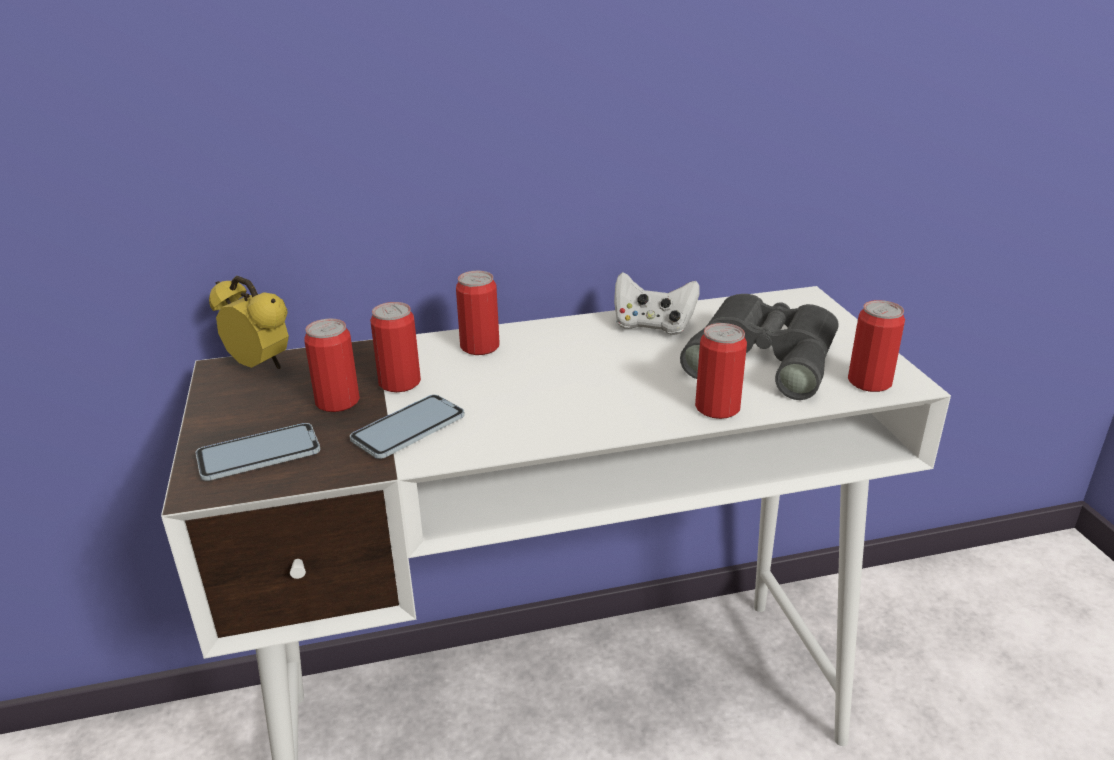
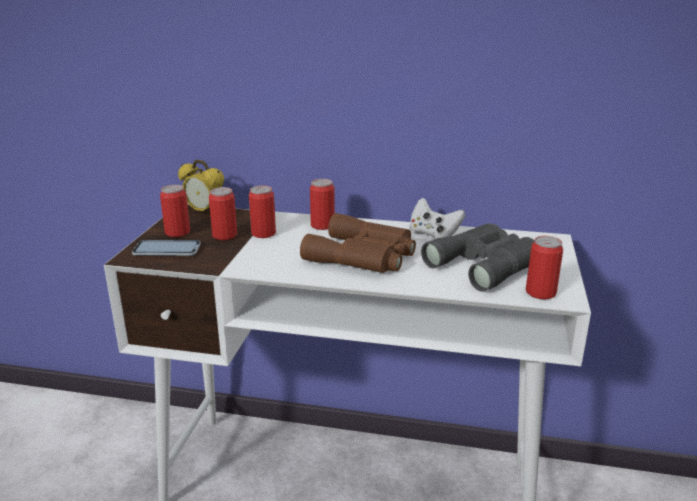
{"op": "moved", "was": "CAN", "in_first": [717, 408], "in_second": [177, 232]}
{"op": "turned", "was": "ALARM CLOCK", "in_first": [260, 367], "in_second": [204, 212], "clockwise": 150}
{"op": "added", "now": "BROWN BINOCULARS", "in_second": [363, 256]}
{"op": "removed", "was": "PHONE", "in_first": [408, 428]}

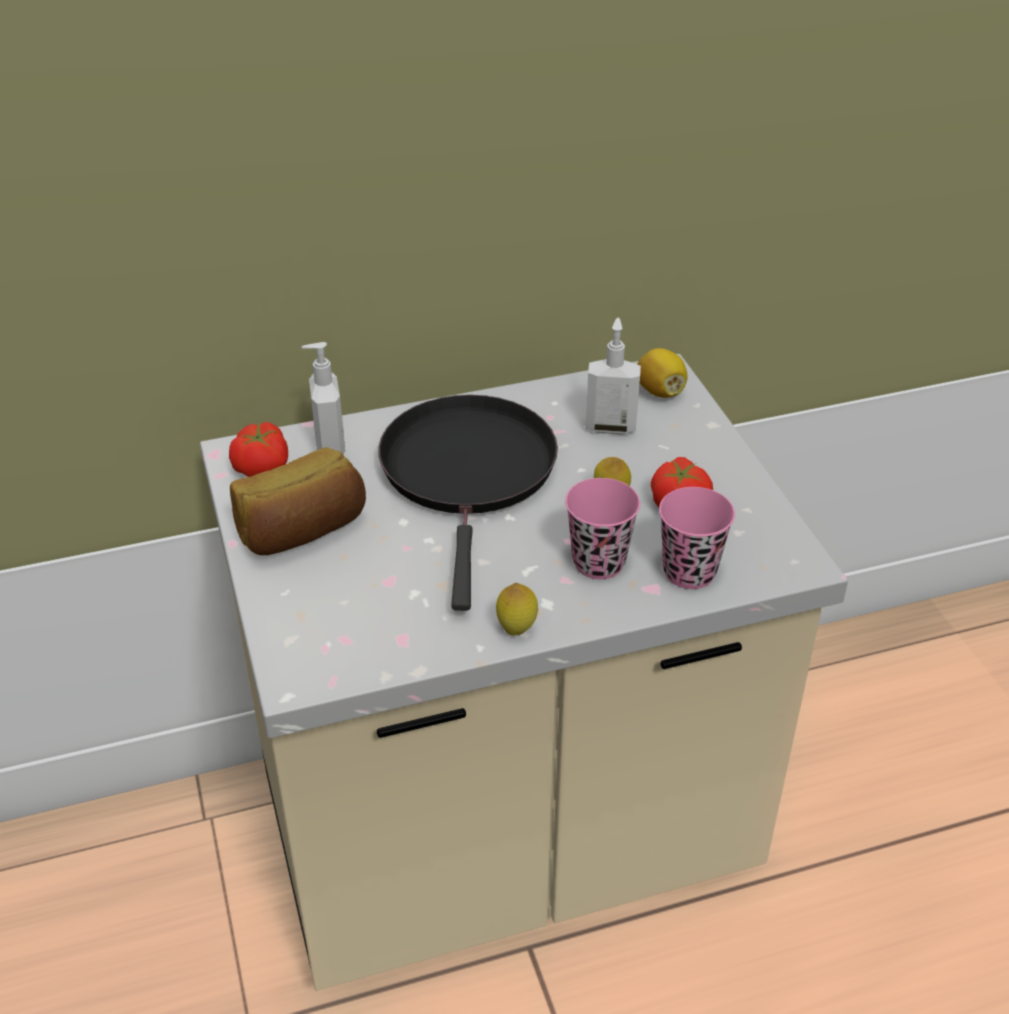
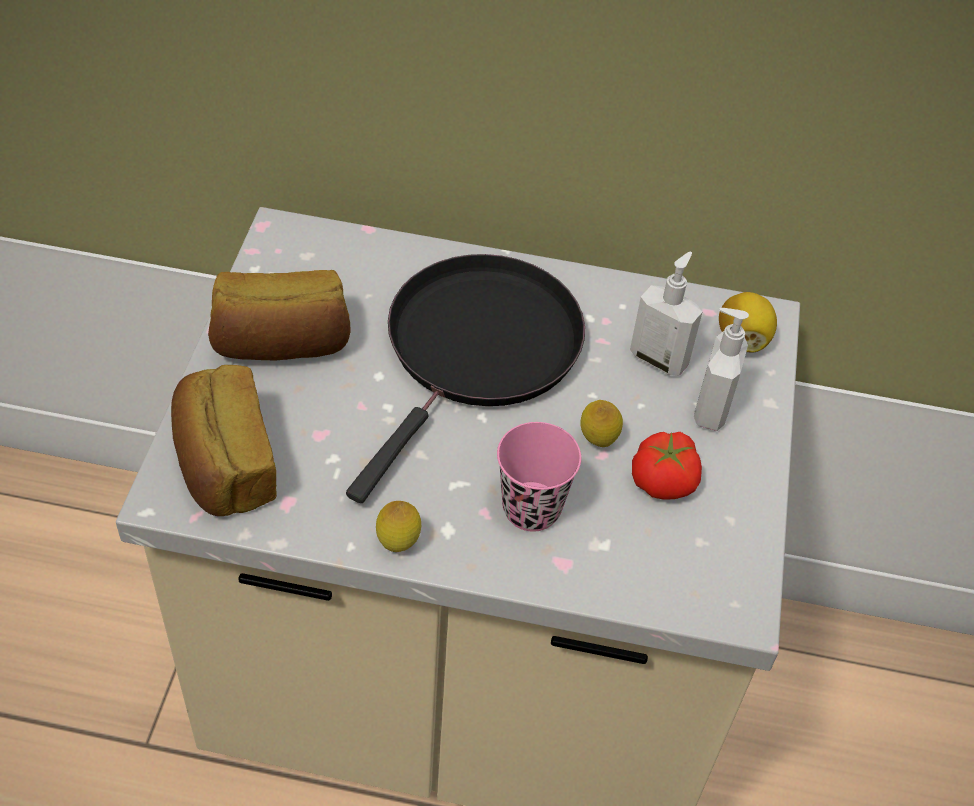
{"op": "added", "now": "BREAD", "in_second": [224, 464]}
{"op": "moved", "was": "SOAP DISPENSER", "in_first": [328, 446], "in_second": [710, 409]}
{"op": "removed", "was": "TOMATO", "in_first": [263, 467]}
{"op": "removed", "was": "PINK CUP", "in_first": [689, 572]}

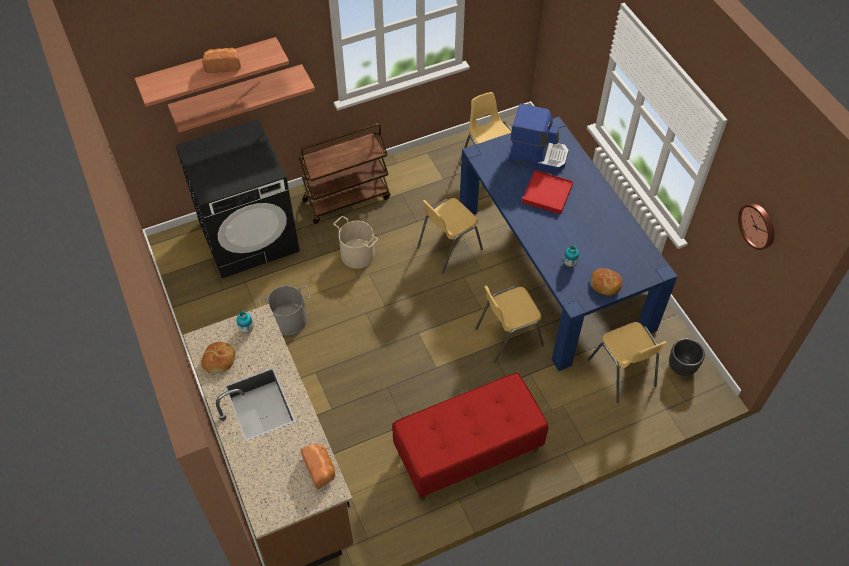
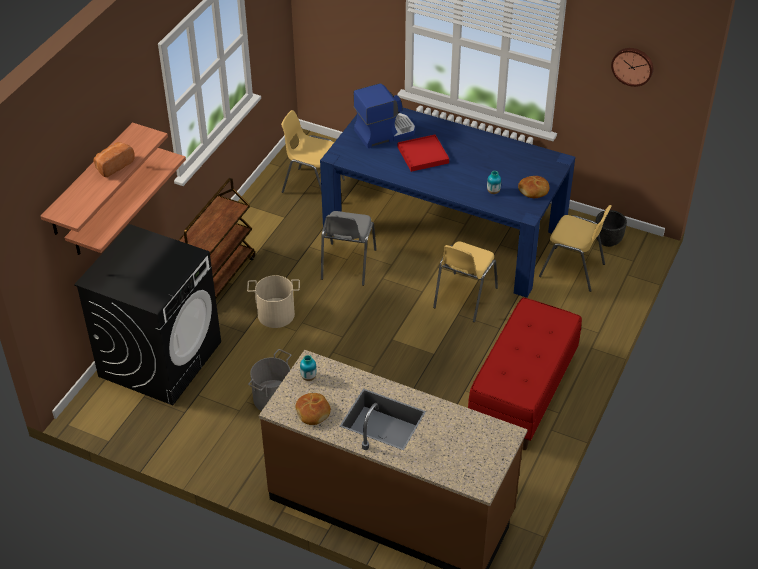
{"op": "recoloured", "was": "YELLOW CHAIR", "now": "GREY CHAIR", "in_first": [448, 248], "in_second": [347, 265]}
{"op": "removed", "was": "BREAD", "in_first": [320, 469]}

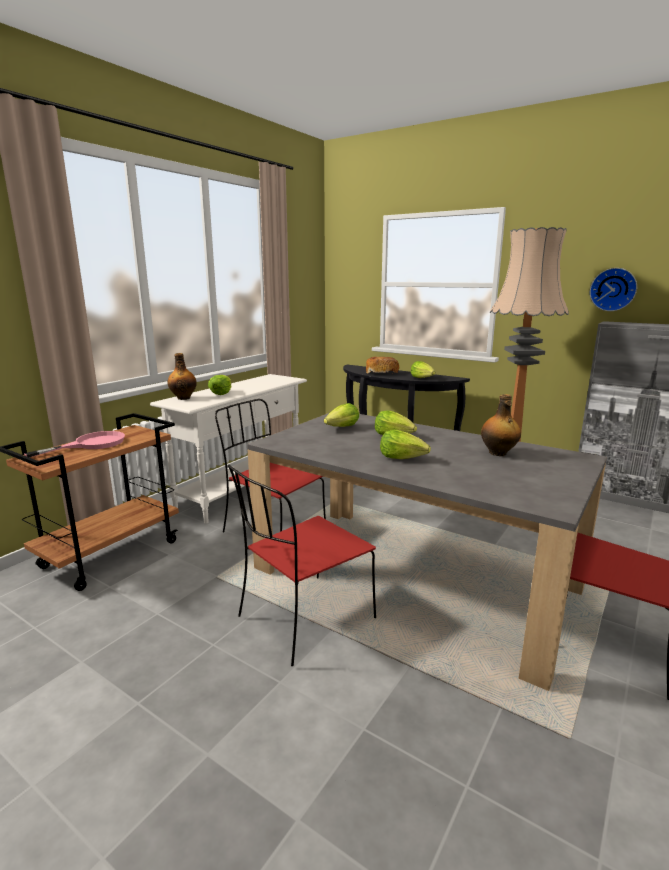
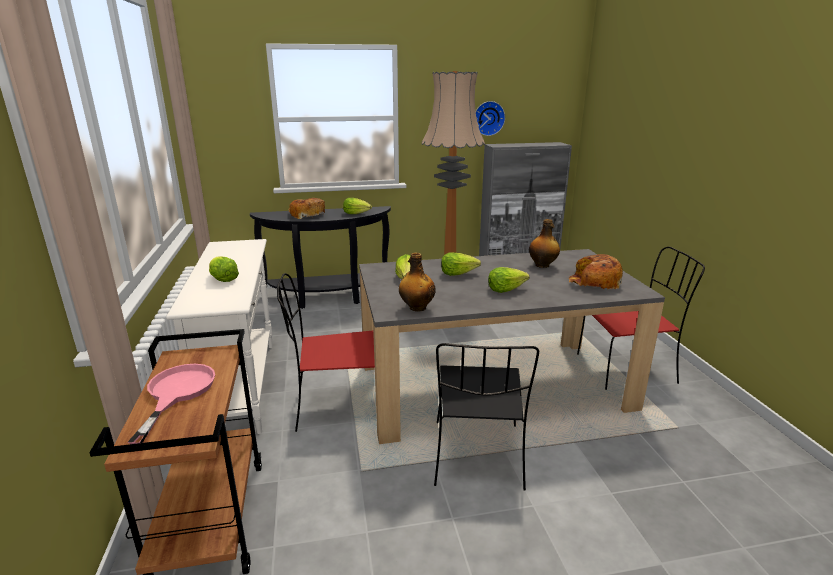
{"op": "moved", "was": "BOTTLE", "in_first": [183, 398], "in_second": [417, 308]}
{"op": "recoloured", "was": "RED CHAIR", "now": "BLACK CHAIR", "in_first": [304, 619], "in_second": [477, 456]}
{"op": "added", "now": "BREAD", "in_second": [593, 281]}

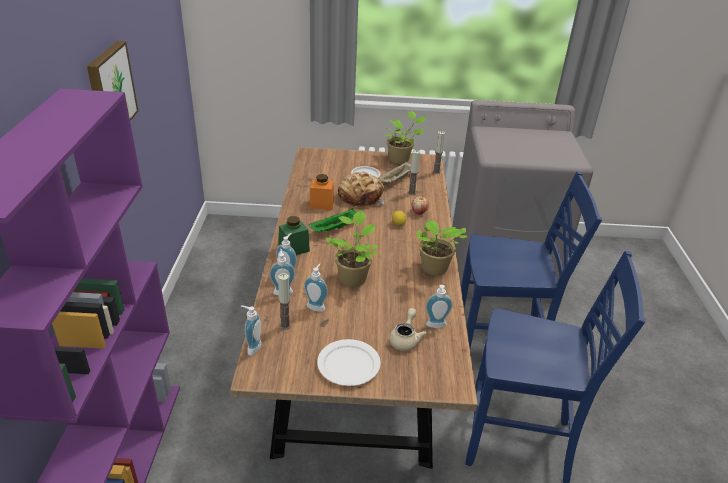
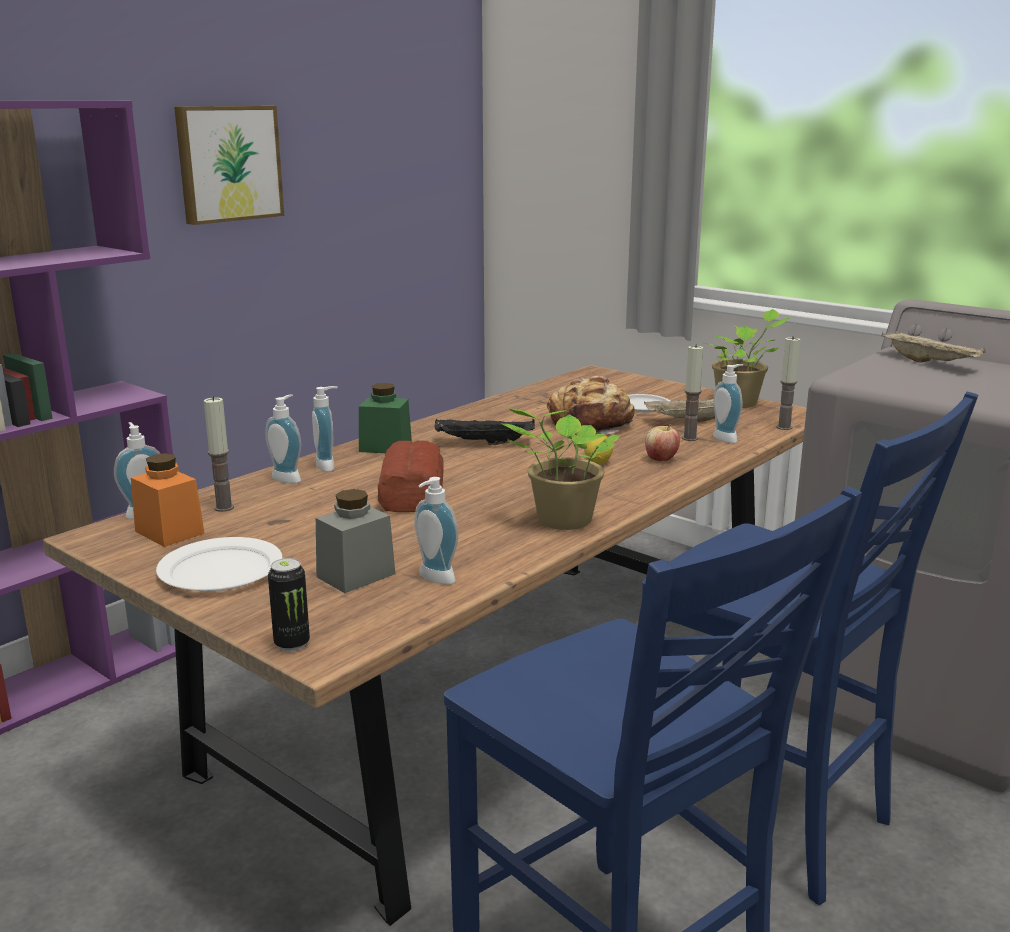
{"op": "moved", "was": "ORANGE JAR", "in_first": [321, 204], "in_second": [169, 532]}
{"op": "added", "now": "CAN", "in_second": [292, 644]}
{"op": "replaced", "was": "BEIGE TEAPOT", "now": "GREY JAR", "in_first": [406, 339], "in_second": [356, 575]}
{"op": "replaced", "was": "POTTED PLANT", "now": "BREAD", "in_first": [353, 277], "in_second": [411, 493]}
{"op": "recoloured", "was": "GREEN TRAY", "now": "BLACK TRAY", "in_first": [334, 229], "in_second": [483, 443]}
{"op": "moved", "was": "SOAP DISPENSER", "in_first": [316, 306], "in_second": [727, 438]}
{"op": "added", "now": "BEIGE TRAY", "in_second": [931, 363]}

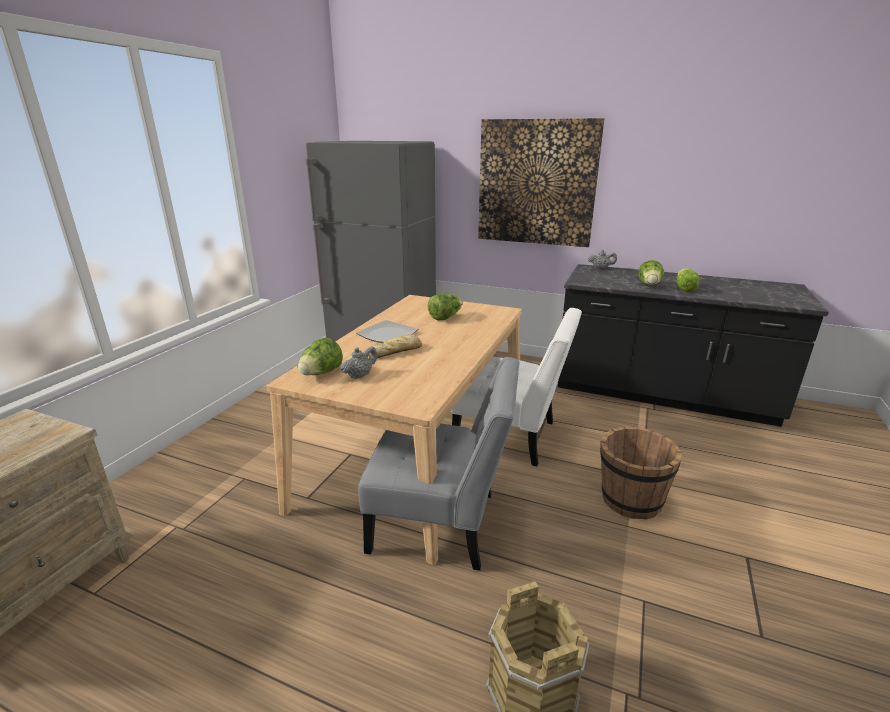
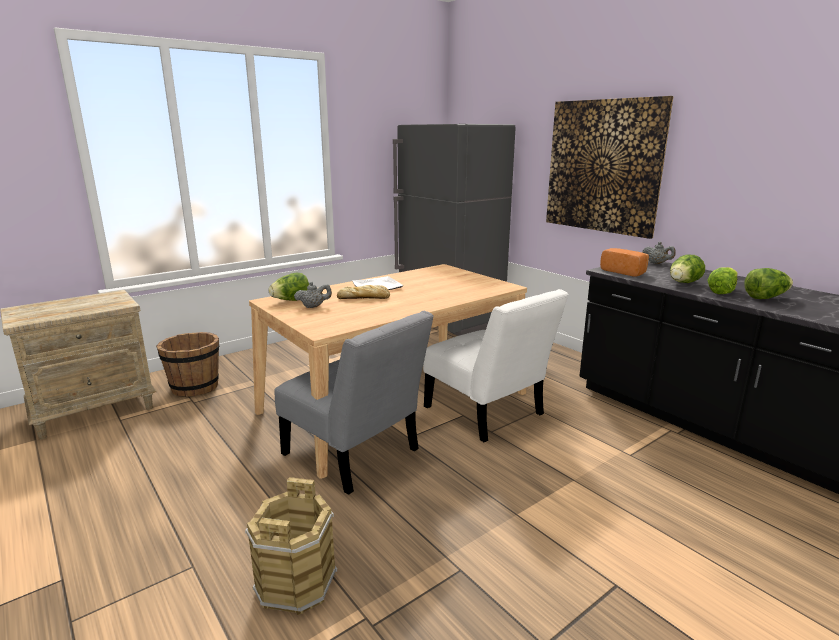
{"op": "moved", "was": "BROWN BUCKET", "in_first": [630, 500], "in_second": [195, 387]}
{"op": "added", "now": "BREAD", "in_second": [624, 272]}
{"op": "moved", "was": "LETTUCE", "in_first": [445, 317], "in_second": [765, 297]}

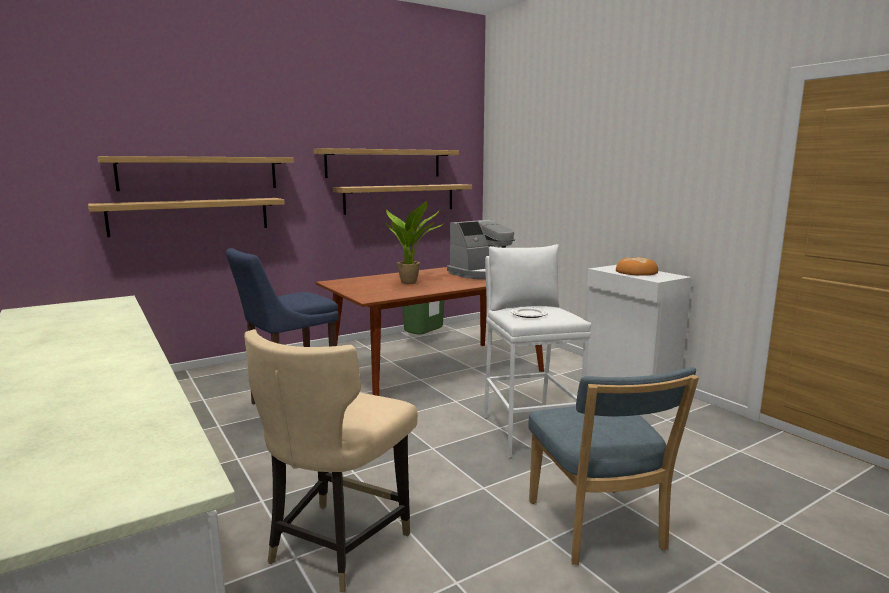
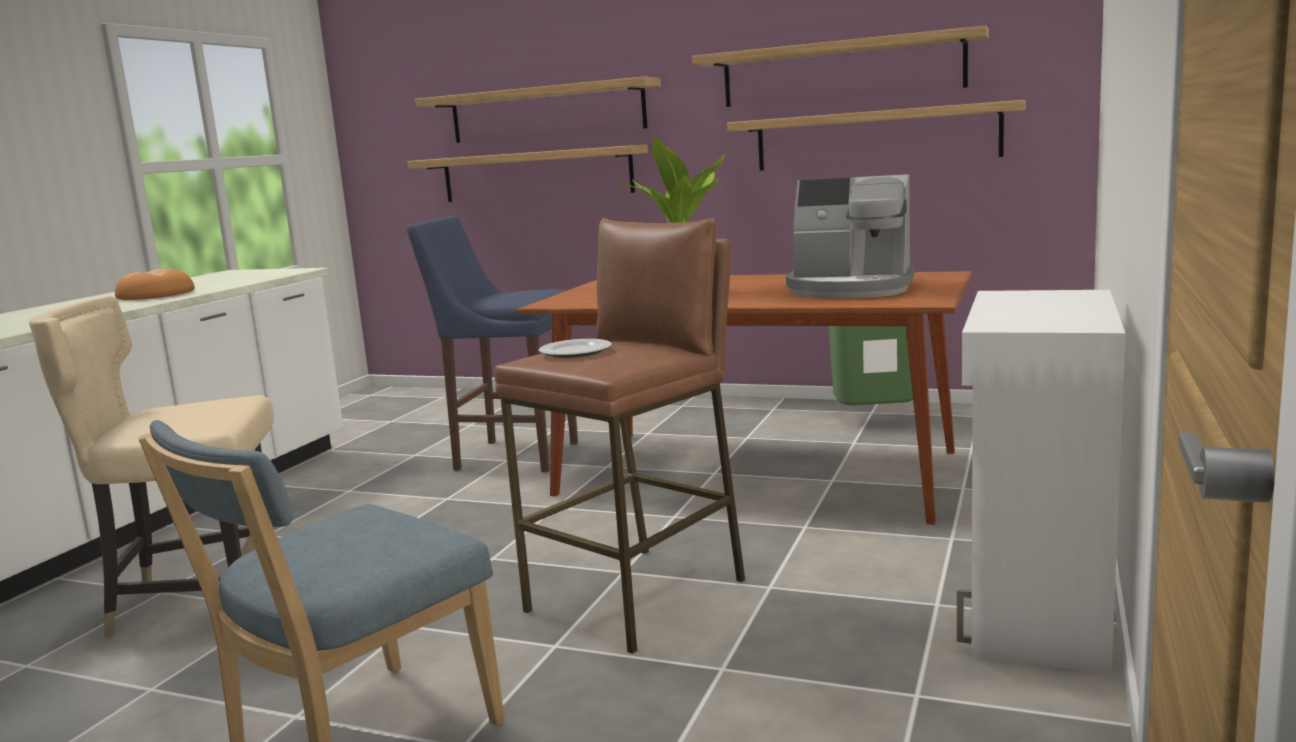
{"op": "moved", "was": "BREAD", "in_first": [636, 272], "in_second": [157, 295]}
{"op": "recoloured", "was": "WHITE STOOL", "now": "BROWN STOOL", "in_first": [529, 432], "in_second": [639, 595]}

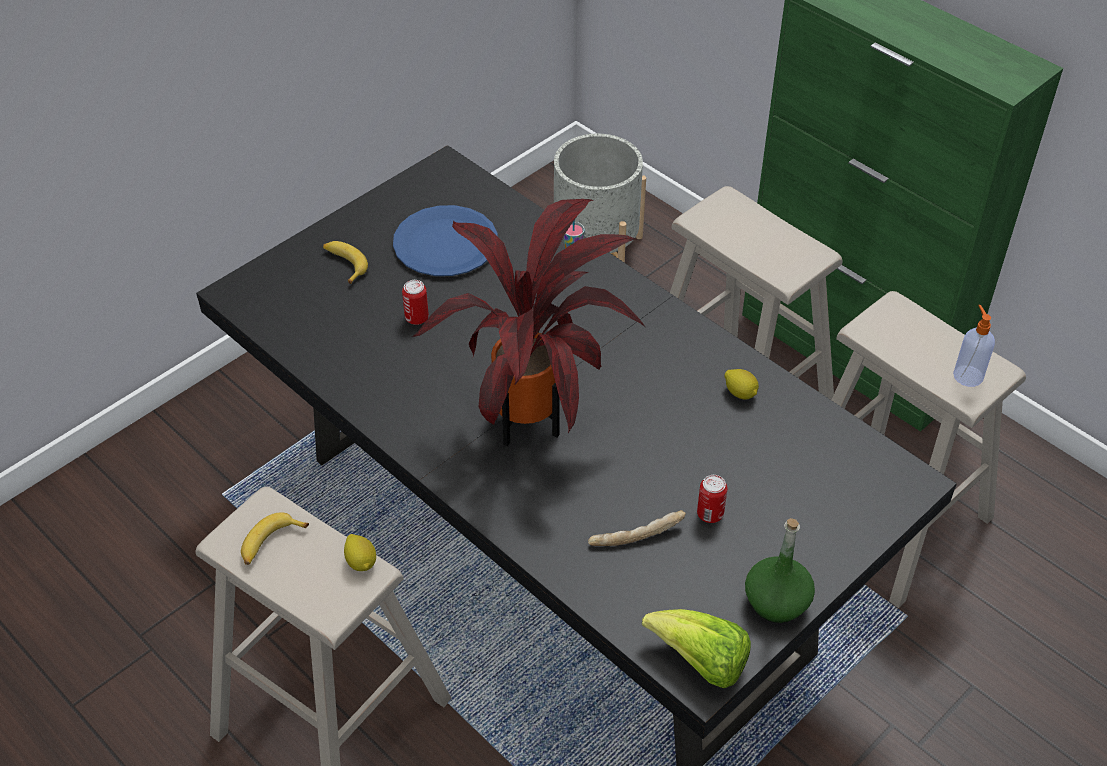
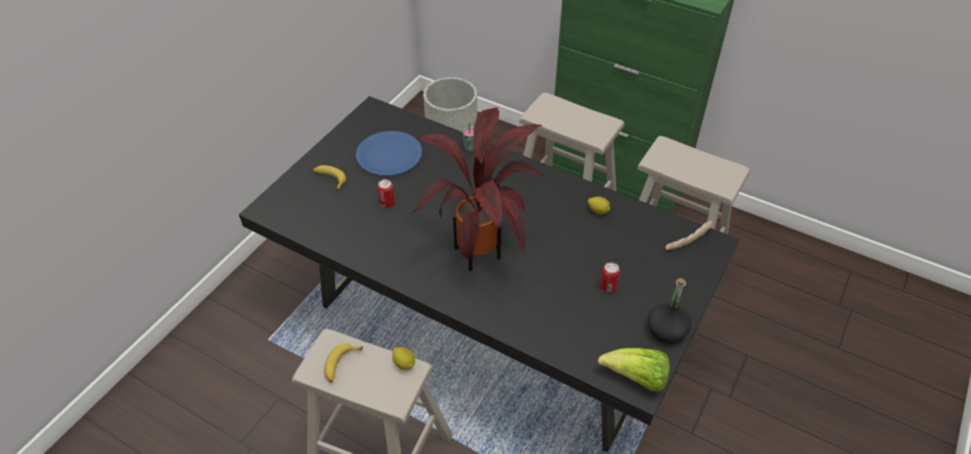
{"op": "recoloured", "was": "GREEN BOTTLE", "now": "BLACK BOTTLE", "in_first": [776, 601], "in_second": [666, 331]}
{"op": "moved", "was": "BREAD", "in_first": [636, 534], "in_second": [687, 239]}
{"op": "removed", "was": "SOAP DISPENSER", "in_first": [967, 375]}

